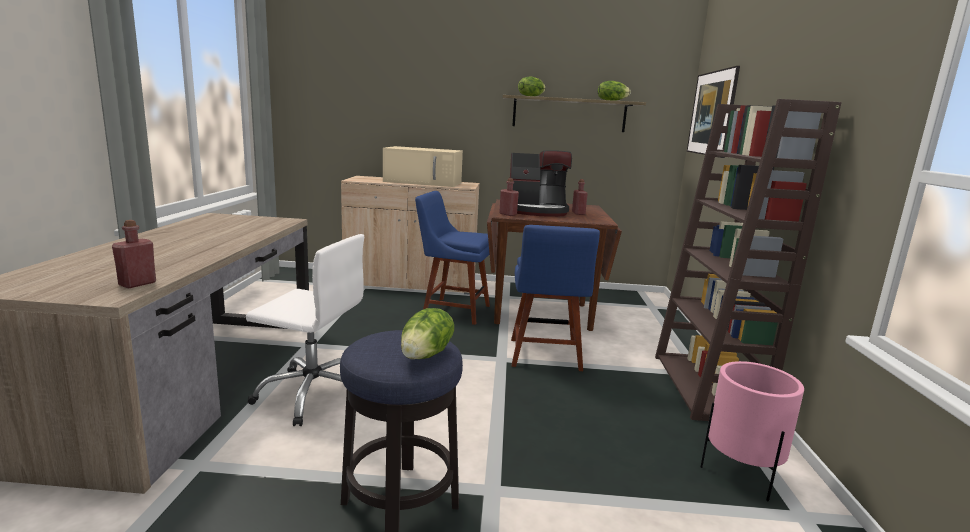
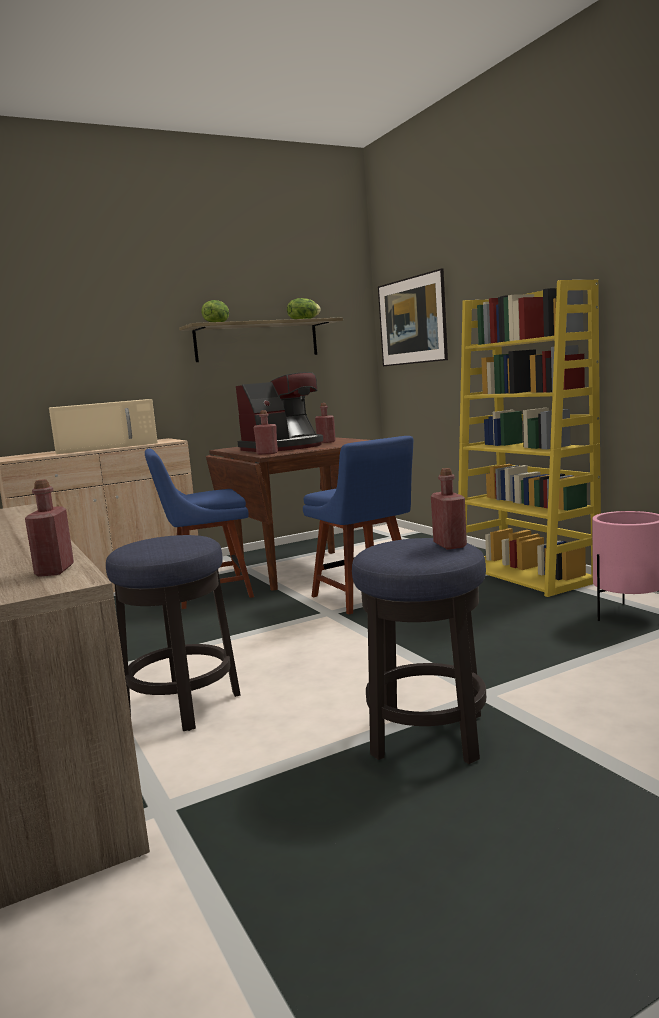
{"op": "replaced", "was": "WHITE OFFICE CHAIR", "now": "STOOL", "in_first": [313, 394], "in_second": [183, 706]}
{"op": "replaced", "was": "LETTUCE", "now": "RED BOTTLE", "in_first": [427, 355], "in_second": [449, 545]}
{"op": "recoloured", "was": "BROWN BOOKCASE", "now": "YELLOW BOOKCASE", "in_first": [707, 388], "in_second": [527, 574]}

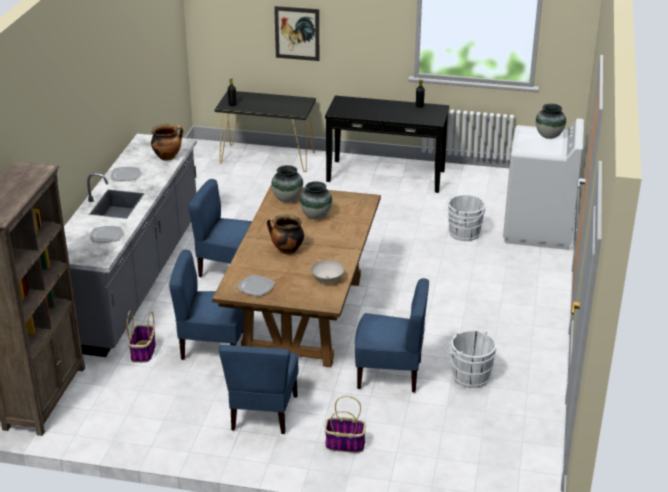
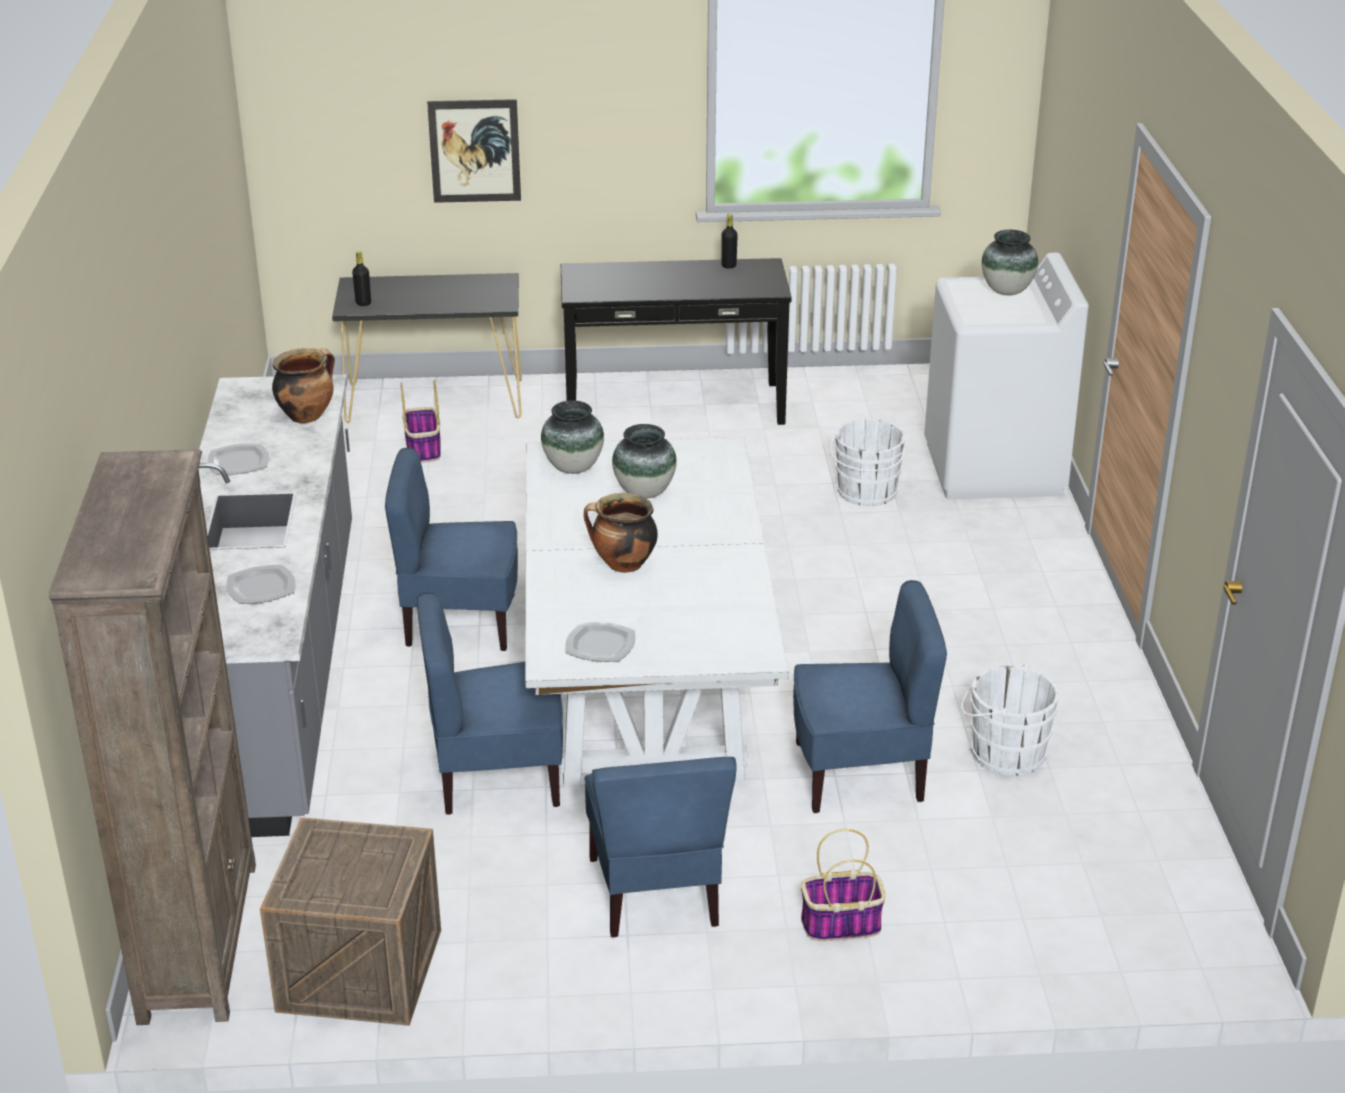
{"op": "added", "now": "CRATE", "in_second": [360, 970]}
{"op": "moved", "was": "BASKET", "in_first": [143, 352], "in_second": [423, 450]}
{"op": "recoloured", "was": "BROWN DINING TABLE", "now": "WHITE DINING TABLE", "in_first": [303, 318], "in_second": [647, 694]}
{"op": "removed", "was": "WHITE BOWL", "in_first": [327, 279]}

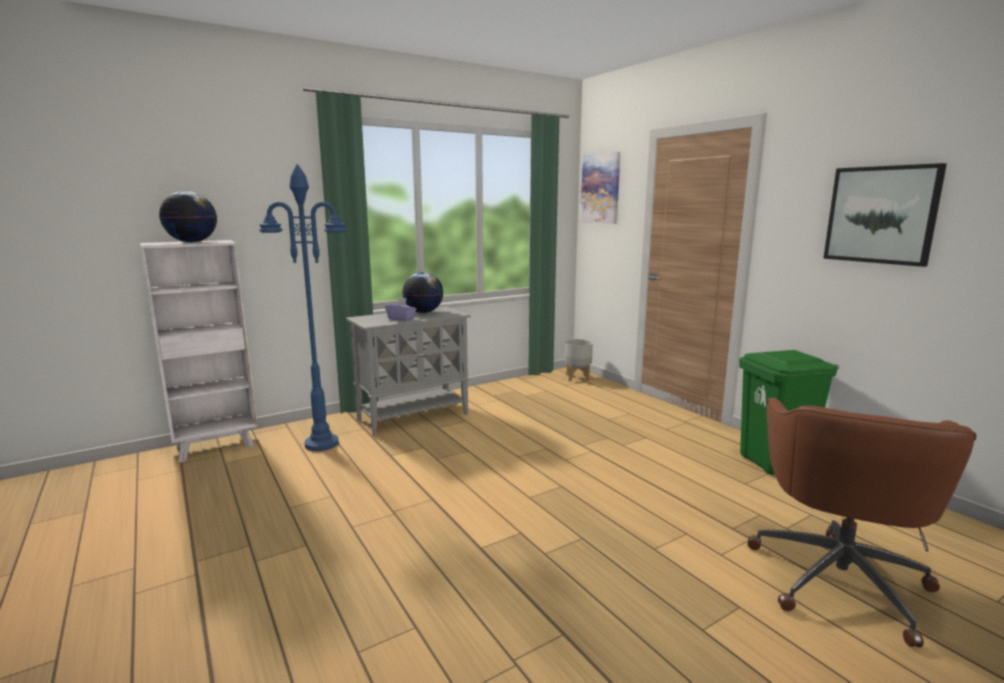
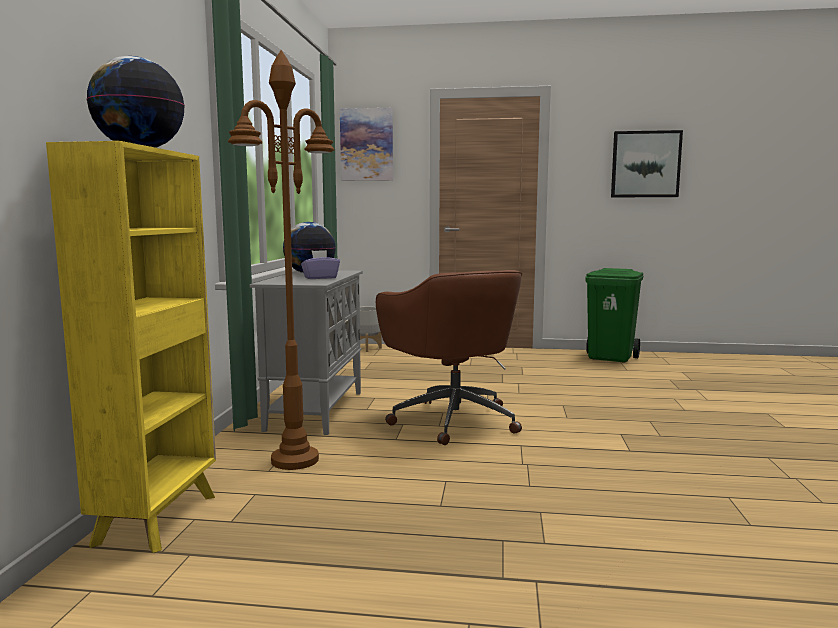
{"op": "recoloured", "was": "WHITE BOOKCASE", "now": "YELLOW BOOKCASE", "in_first": [217, 447], "in_second": [159, 518]}
{"op": "recoloured", "was": "BLUE FLOOR LAMP", "now": "BROWN FLOOR LAMP", "in_first": [322, 444], "in_second": [295, 460]}
{"op": "moved", "was": "BROWN OFFICE CHAIR", "in_first": [838, 577], "in_second": [452, 419]}

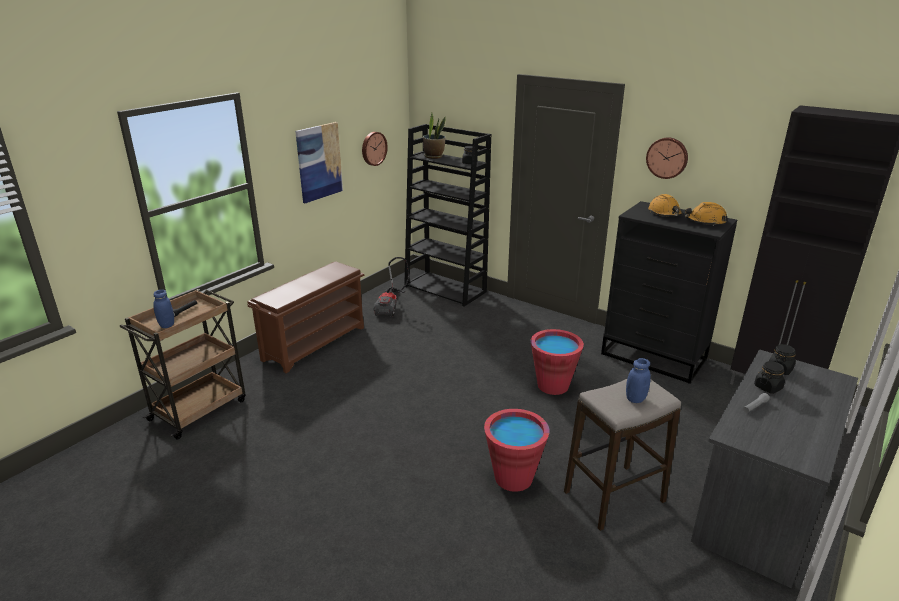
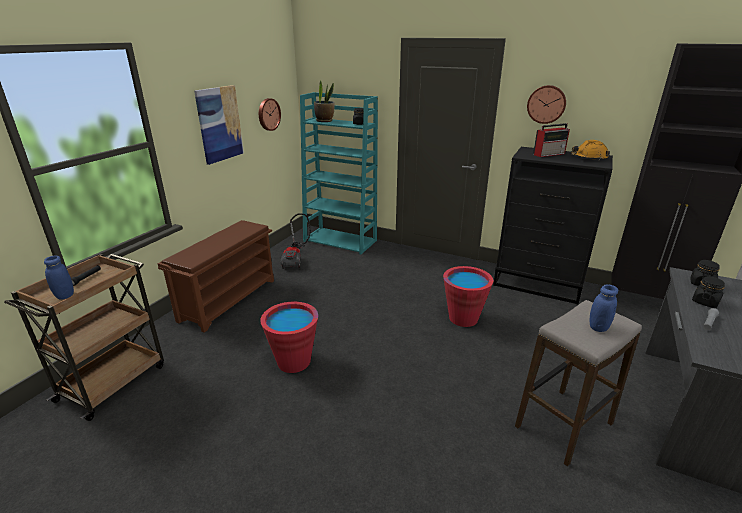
{"op": "moved", "was": "RED BUCKET", "in_first": [513, 478], "in_second": [294, 361]}
{"op": "recoloured", "was": "BLACK BOOKCASE", "now": "TURQUOISE BOOKCASE", "in_first": [446, 289], "in_second": [341, 241]}
{"op": "replaced", "was": "ORANGE HARD HAT", "now": "RADIO", "in_first": [664, 213], "in_second": [549, 154]}

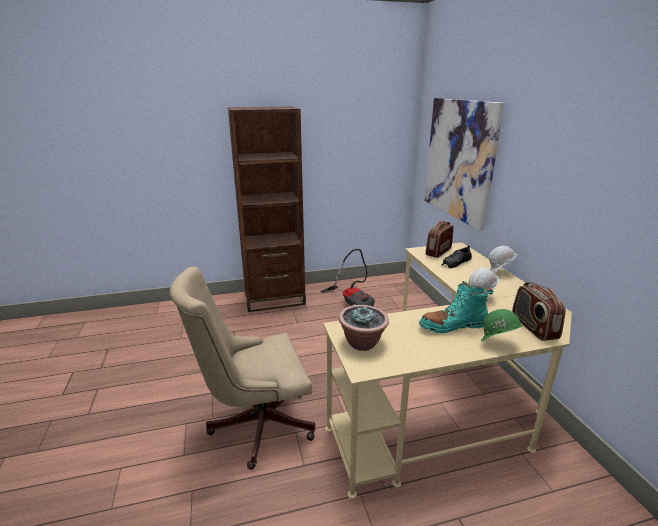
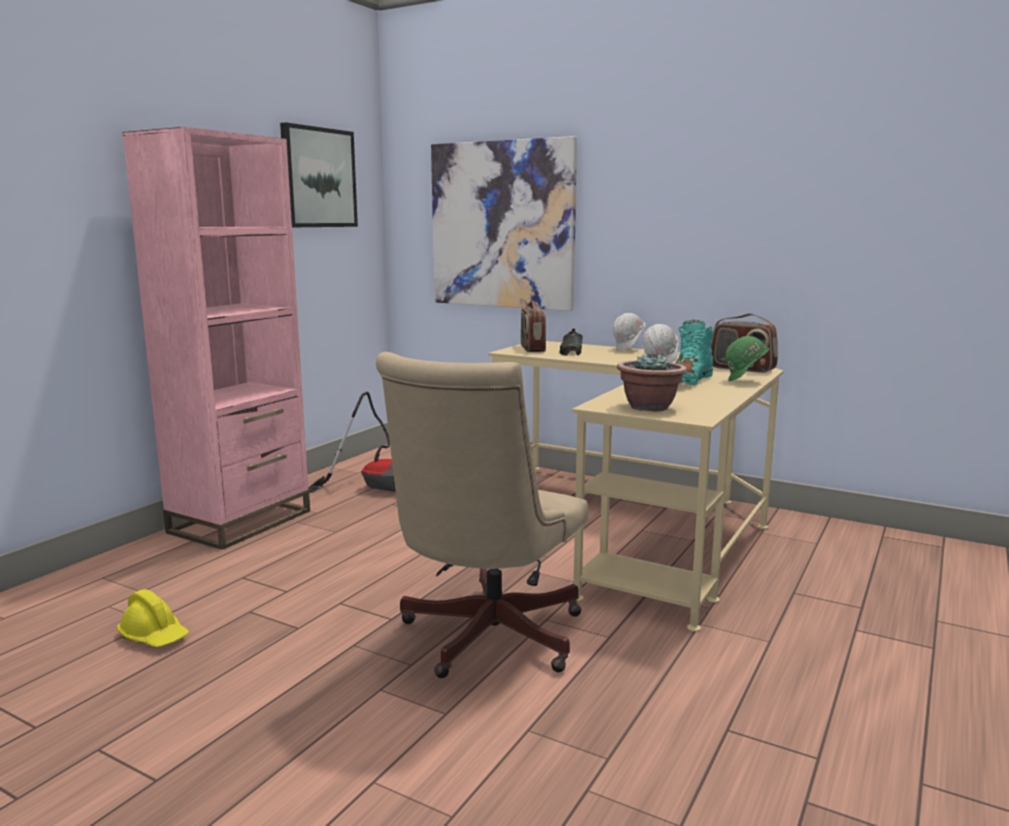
{"op": "added", "now": "YELLOW HARD HAT", "in_second": [154, 636]}
{"op": "recoloured", "was": "BROWN BOOKCASE", "now": "PINK BOOKCASE", "in_first": [274, 299], "in_second": [241, 522]}
{"op": "added", "now": "PICTURE", "in_second": [318, 178]}

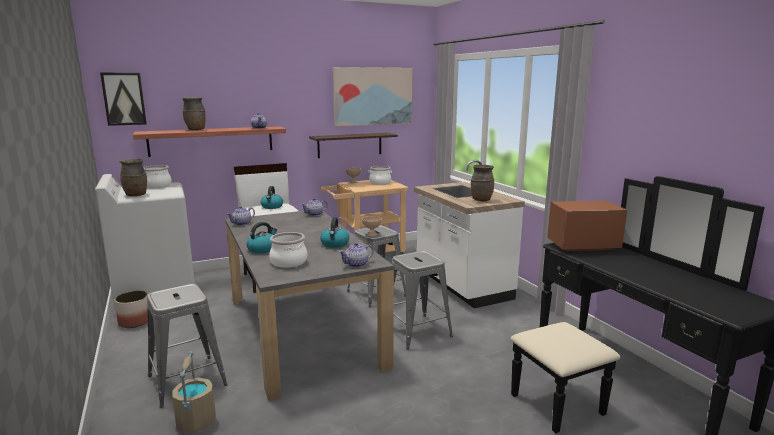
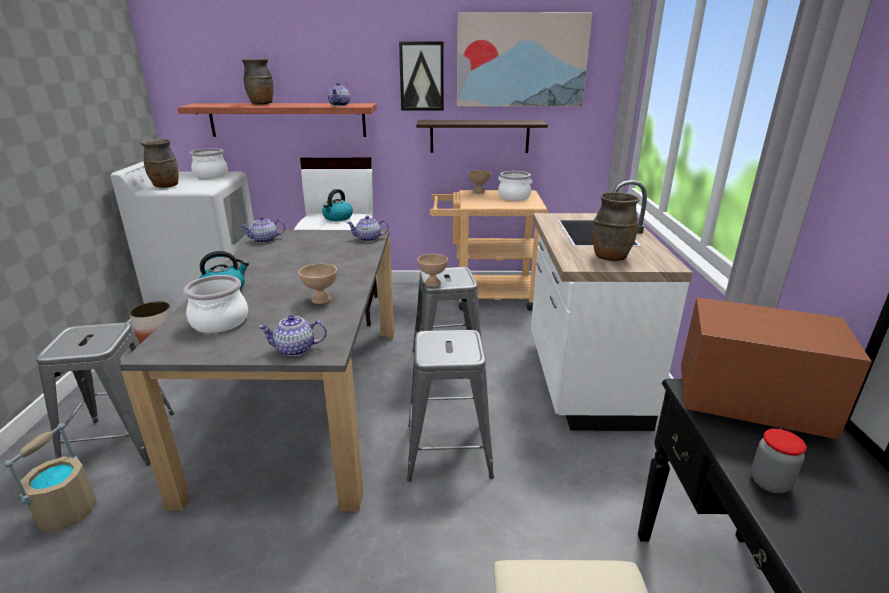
{"op": "replaced", "was": "KETTLE", "now": "BEIGE BOWL", "in_first": [335, 244], "in_second": [321, 299]}
{"op": "moved", "was": "PICTURE", "in_first": [124, 99], "in_second": [422, 76]}
{"op": "added", "now": "JAR", "in_second": [769, 482]}

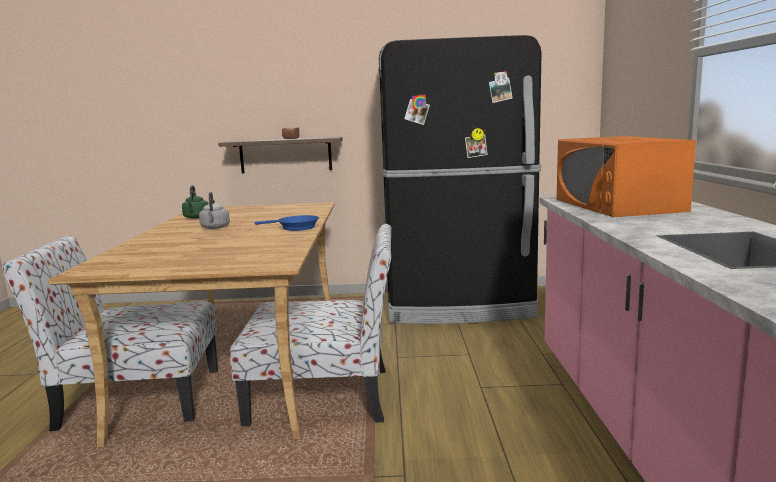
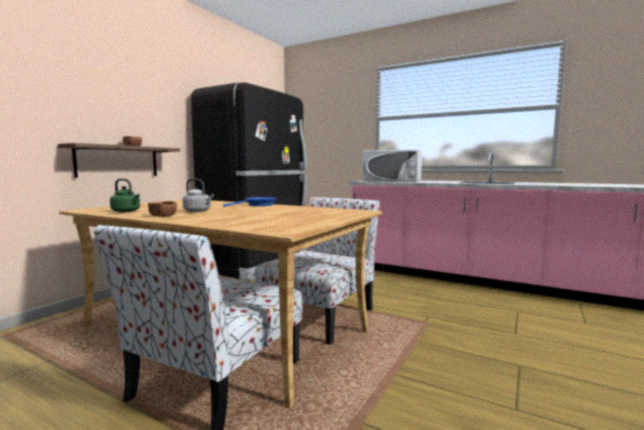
{"op": "added", "now": "BROWN BOWL", "in_second": [163, 216]}
{"op": "recoloured", "was": "ORANGE MICROWAVE", "now": "WHITE MICROWAVE", "in_first": [617, 205], "in_second": [392, 181]}

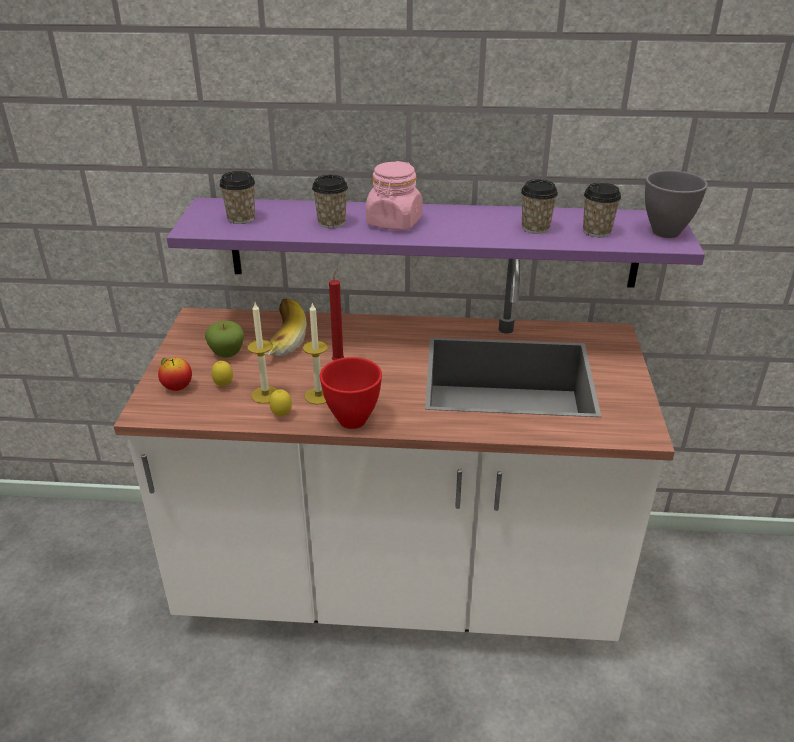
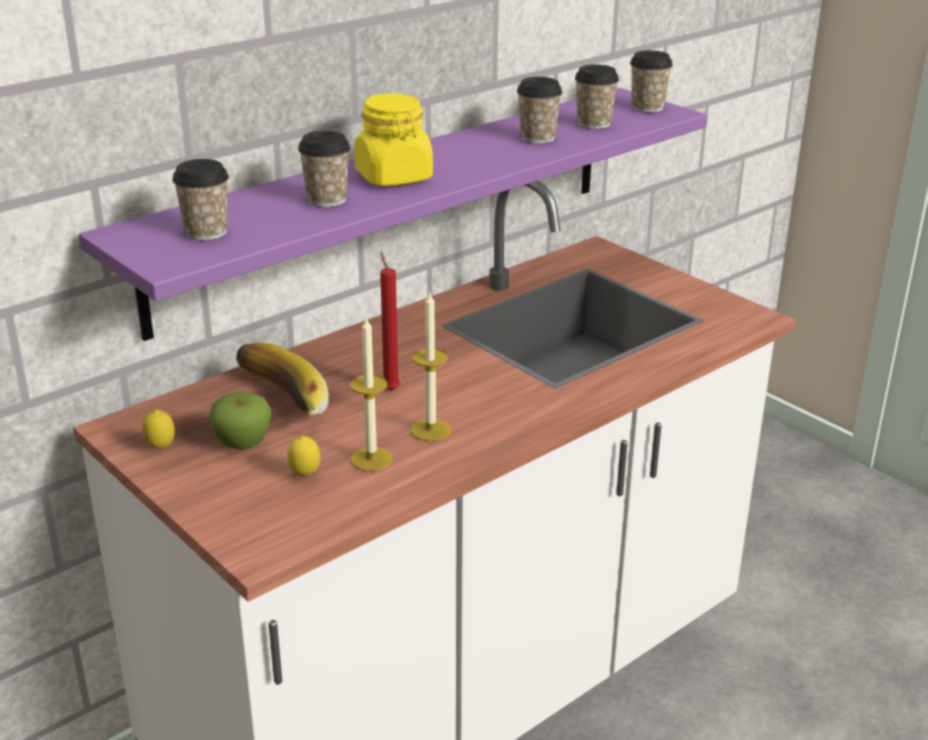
{"op": "moved", "was": "LEMON", "in_first": [281, 415], "in_second": [161, 448]}
{"op": "recoloured", "was": "PINK JAR", "now": "YELLOW JAR", "in_first": [394, 222], "in_second": [394, 177]}
{"op": "replaced", "was": "GREY BOWL", "now": "CUP", "in_first": [665, 233], "in_second": [647, 107]}
{"op": "removed", "was": "APPLE", "in_first": [177, 387]}
{"op": "removed", "was": "RED BOWL", "in_first": [353, 421]}

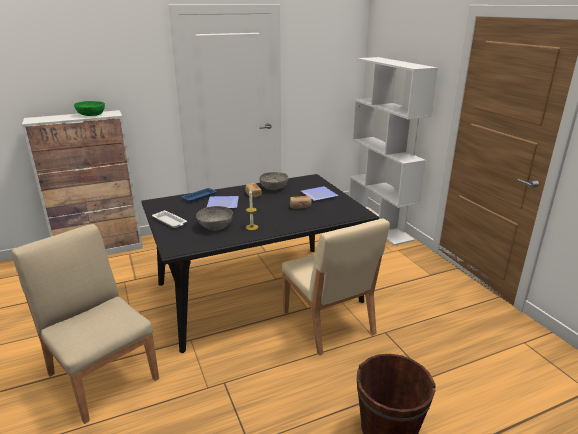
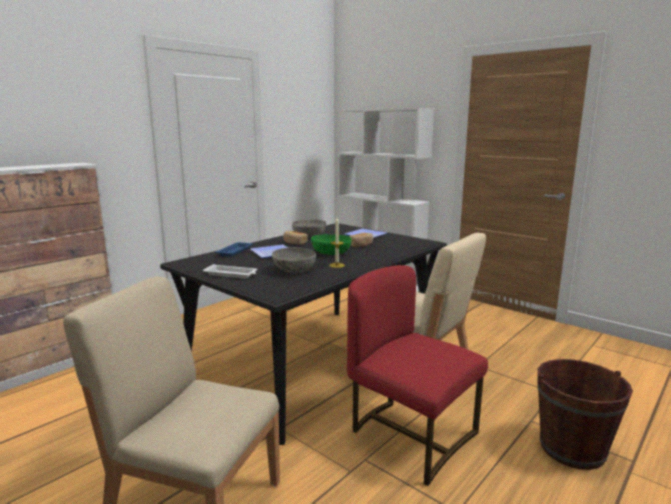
{"op": "moved", "was": "GREEN BOWL", "in_first": [91, 115], "in_second": [331, 253]}
{"op": "added", "now": "RED CHAIR", "in_second": [410, 435]}

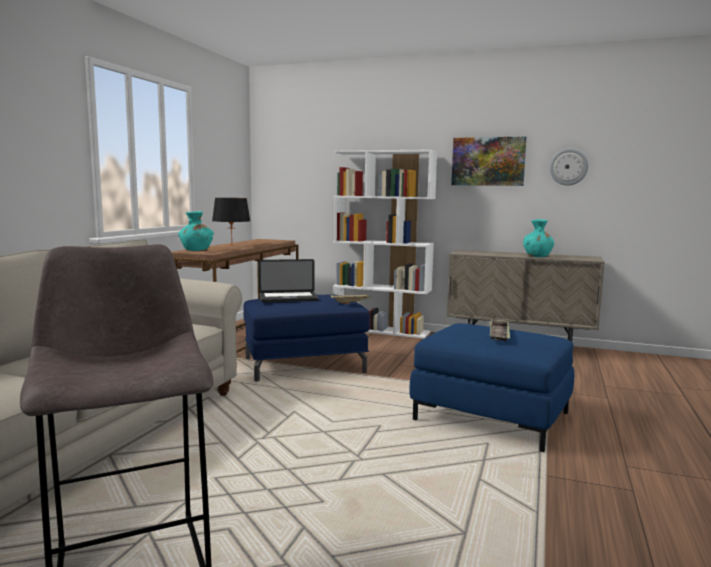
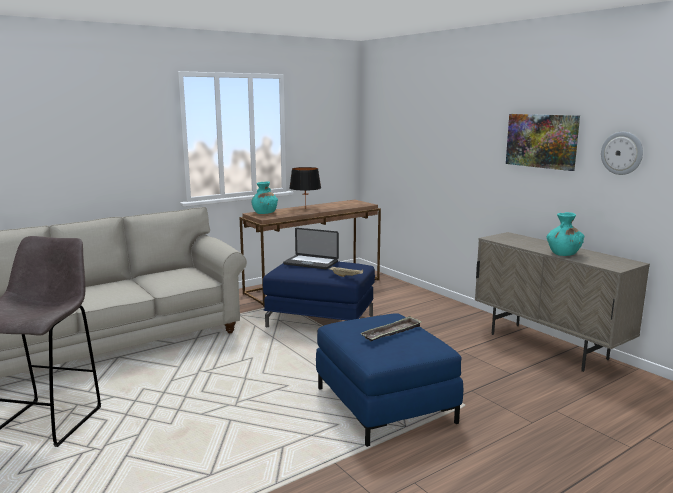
{"op": "removed", "was": "WHITE BOOKCASE", "in_first": [381, 330]}

